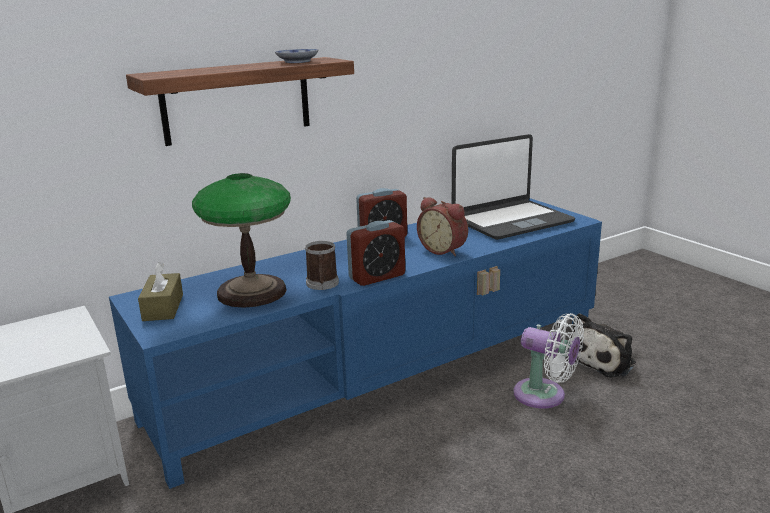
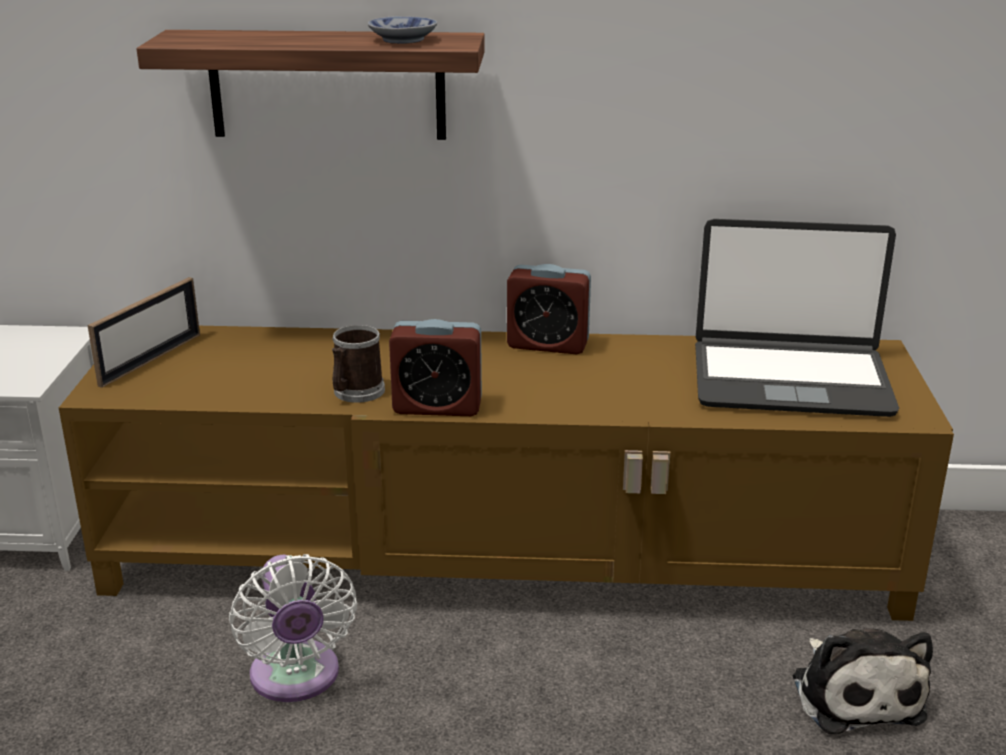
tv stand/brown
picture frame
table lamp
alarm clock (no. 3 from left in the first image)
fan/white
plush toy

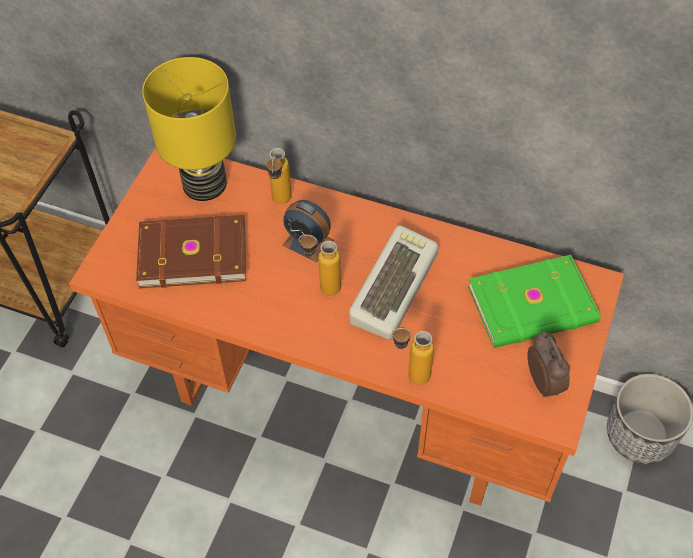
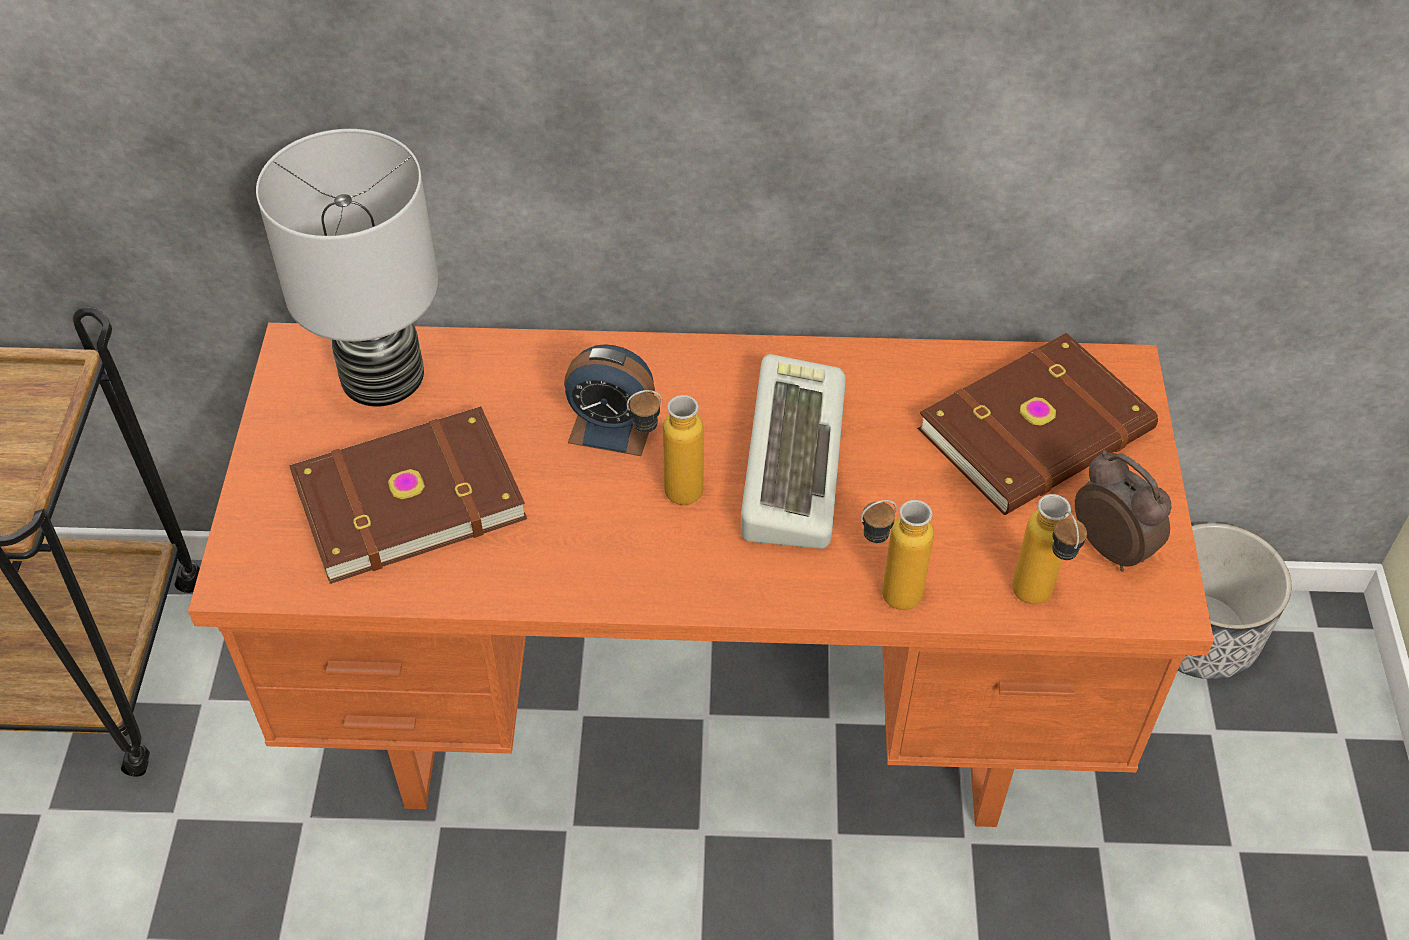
table lamp/grey
bottle (no. 3 from left)
book/brown (no. 2 from left)

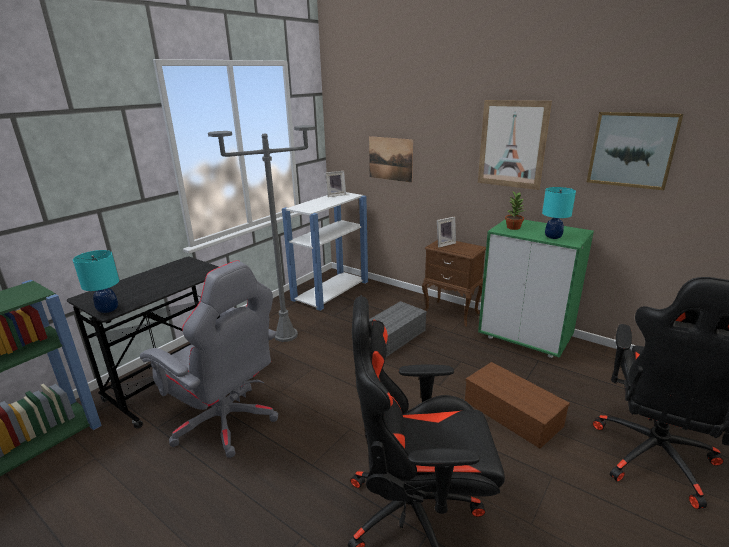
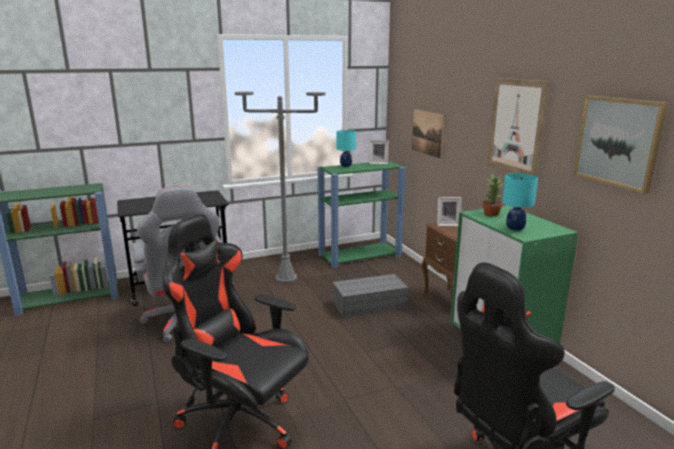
table lamp/turquoise (no. 1 from left)
bookcase/green (no. 2 from left)
storage box/brown

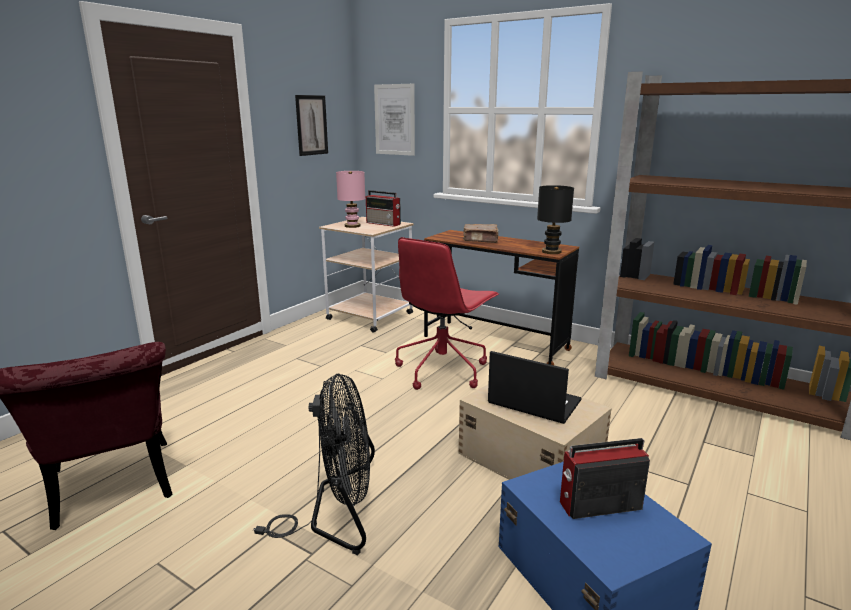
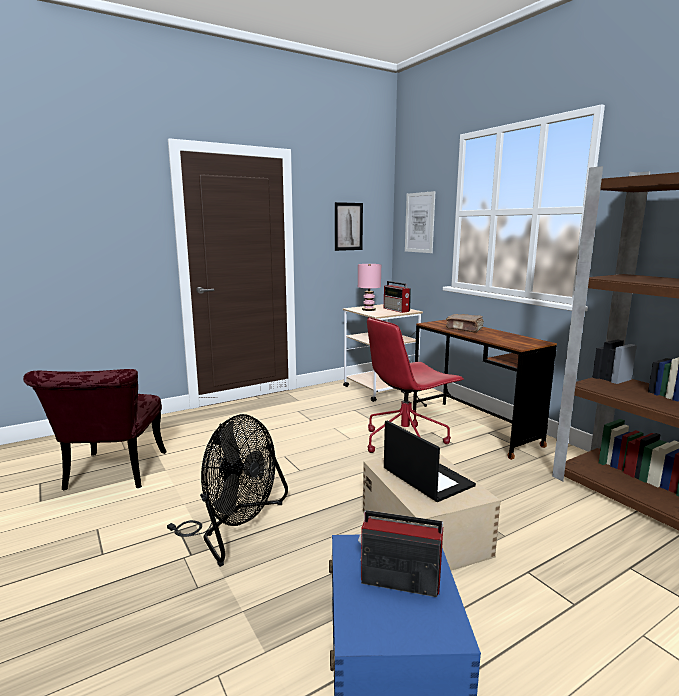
table lamp/black

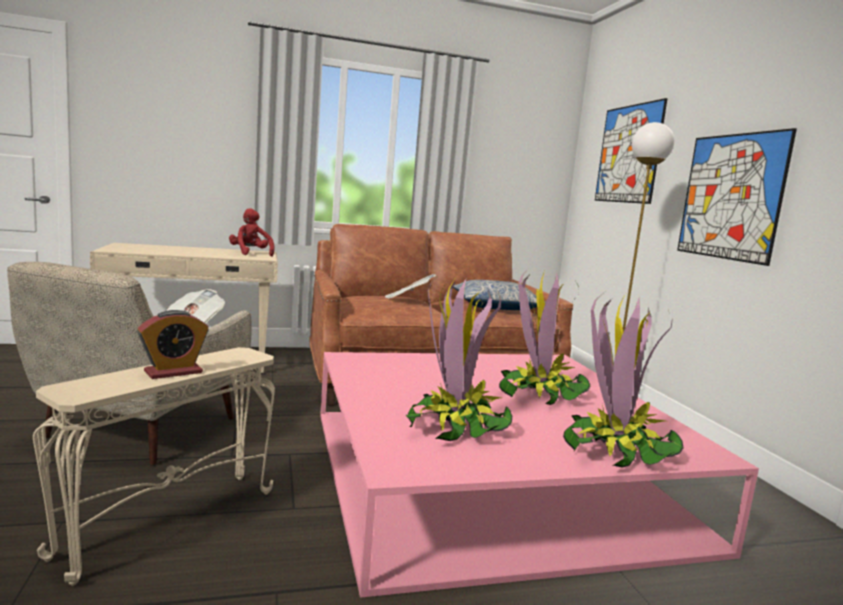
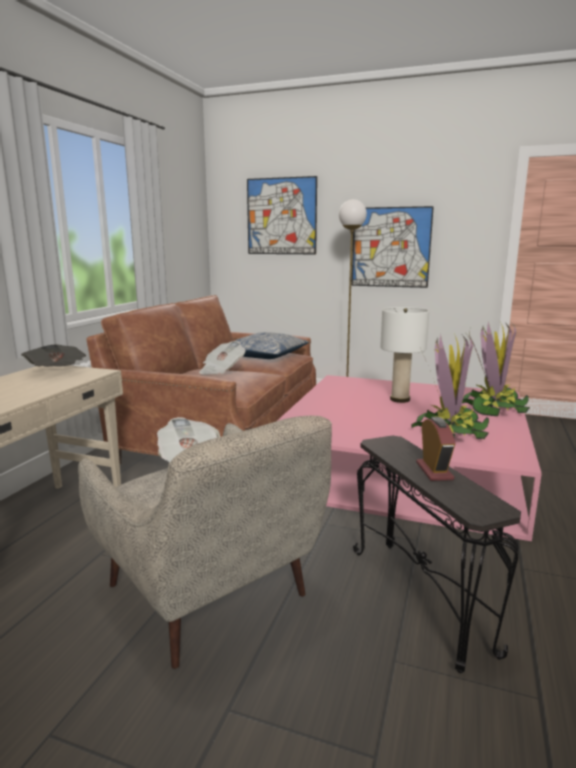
side table/black
newspaper (no. 1 from left)
table lamp/white

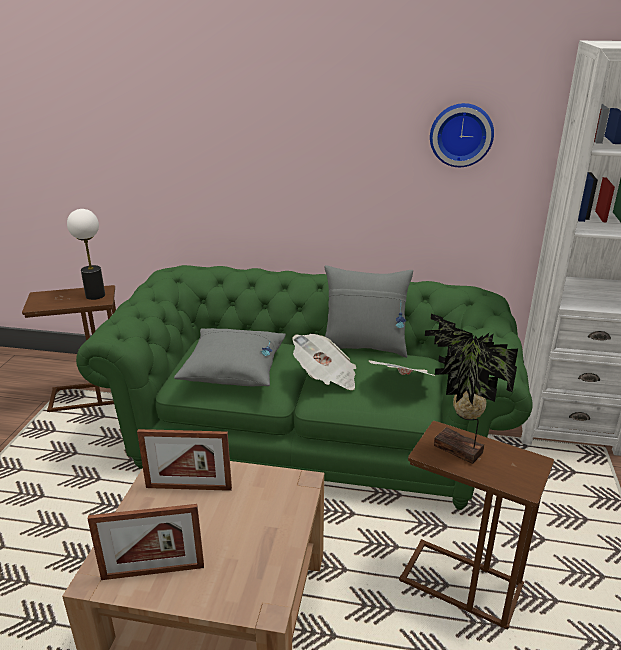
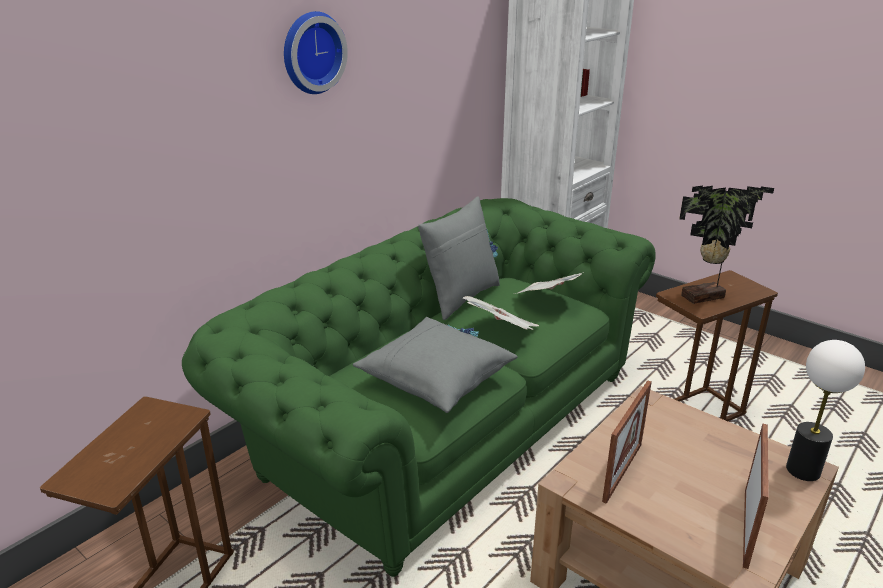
table lamp
wall clock

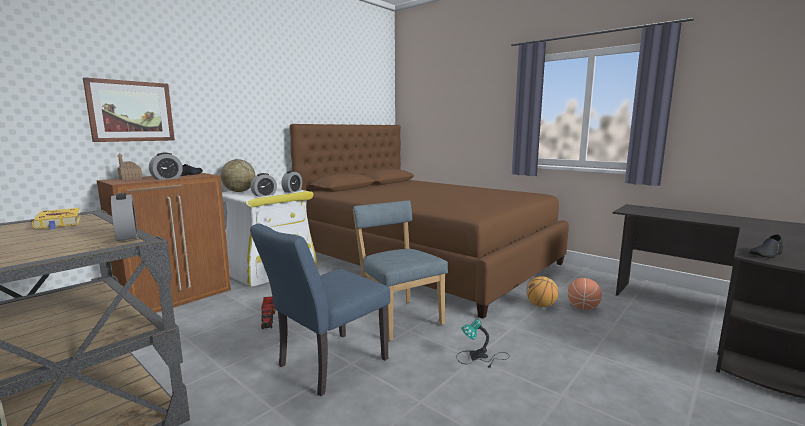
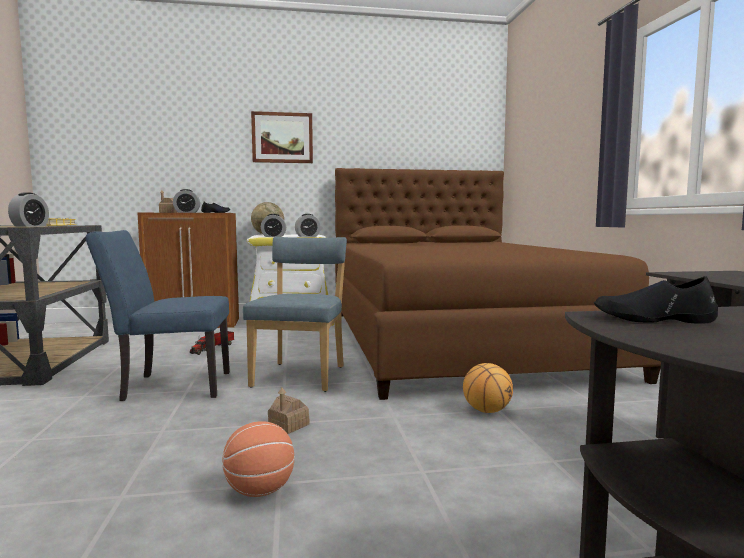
picture
toy house (no. 2 from left)
basketball (no. 1 from left)

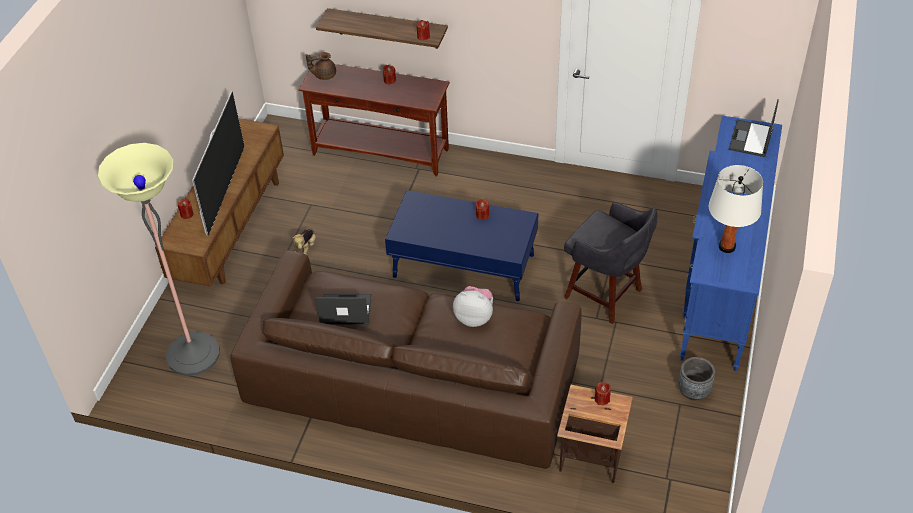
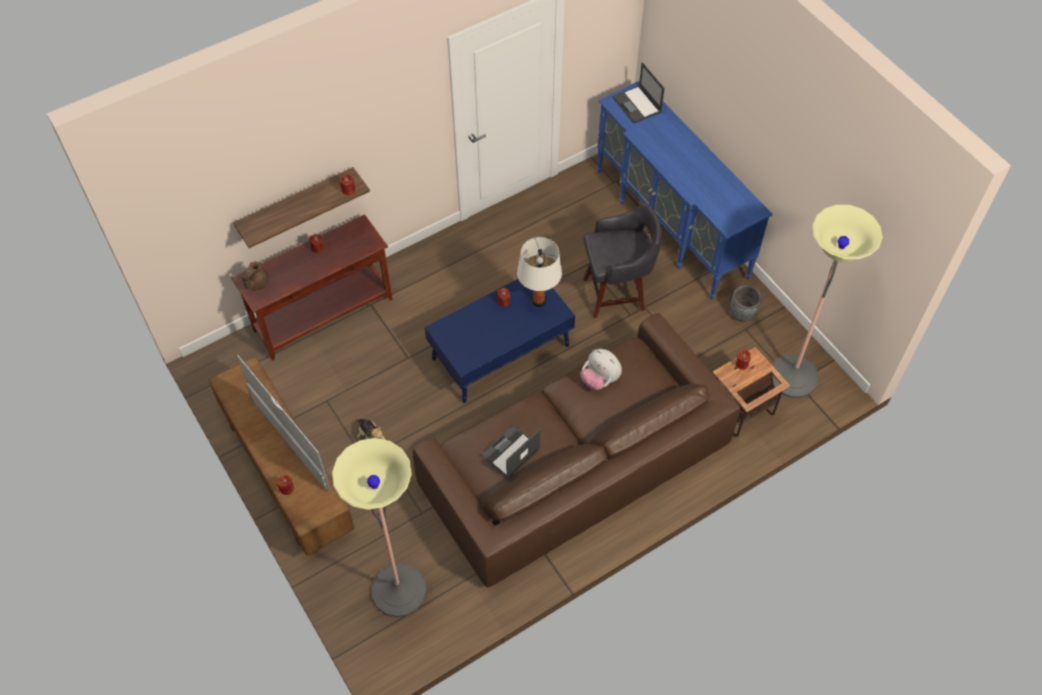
plush toy (no. 2 from left)
table lamp/white
floor lamp (no. 2 from left)

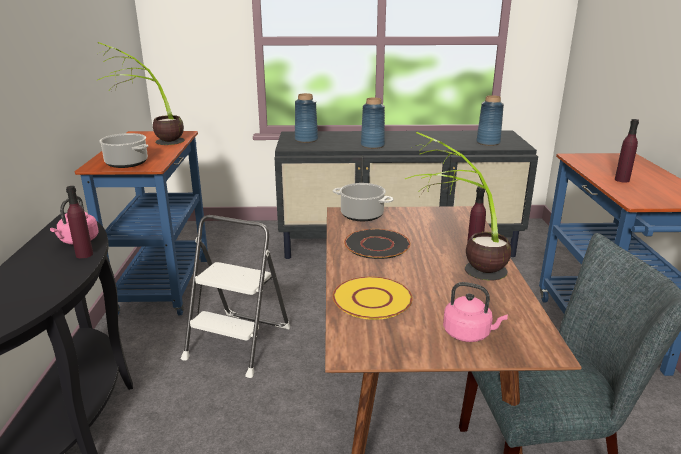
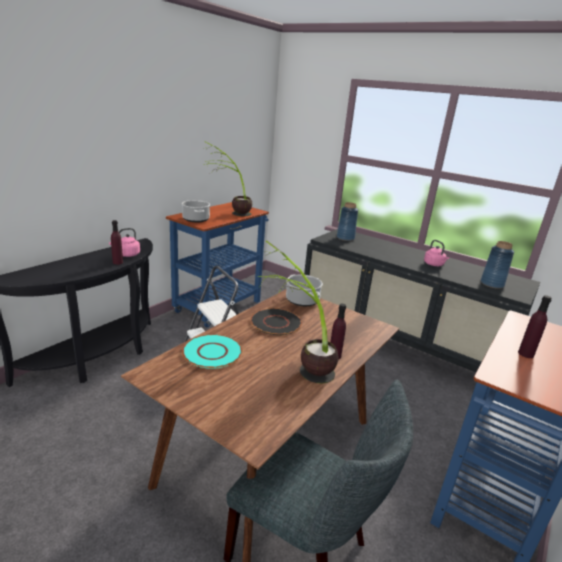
plate/turquoise
vase/blue (no. 2 from left in the first image)
kettle/pink (no. 2 from left)

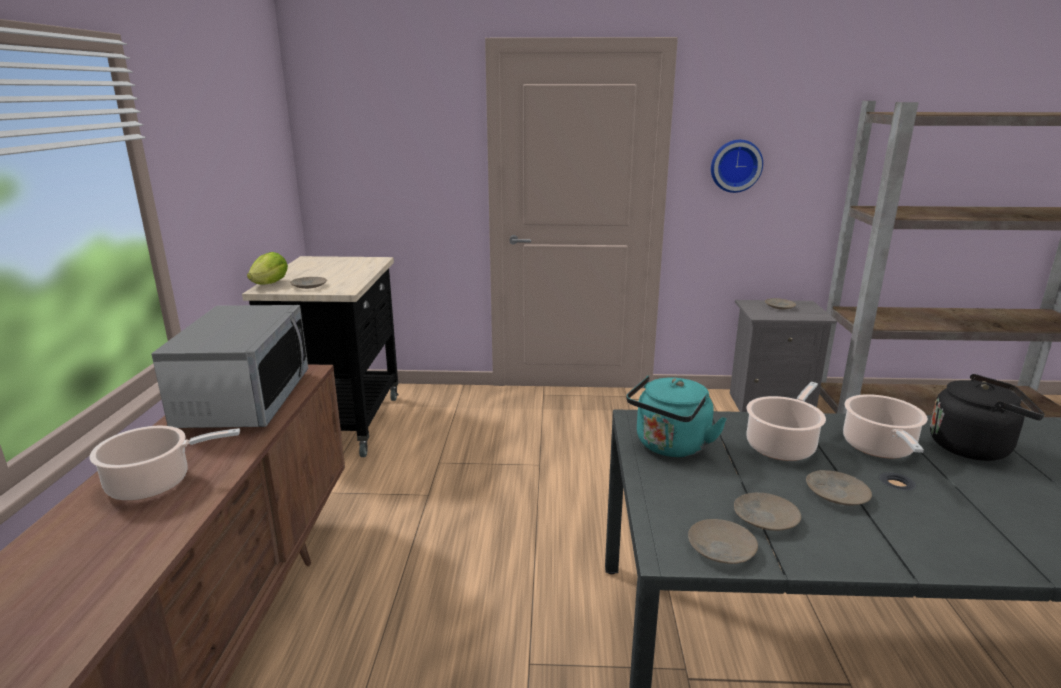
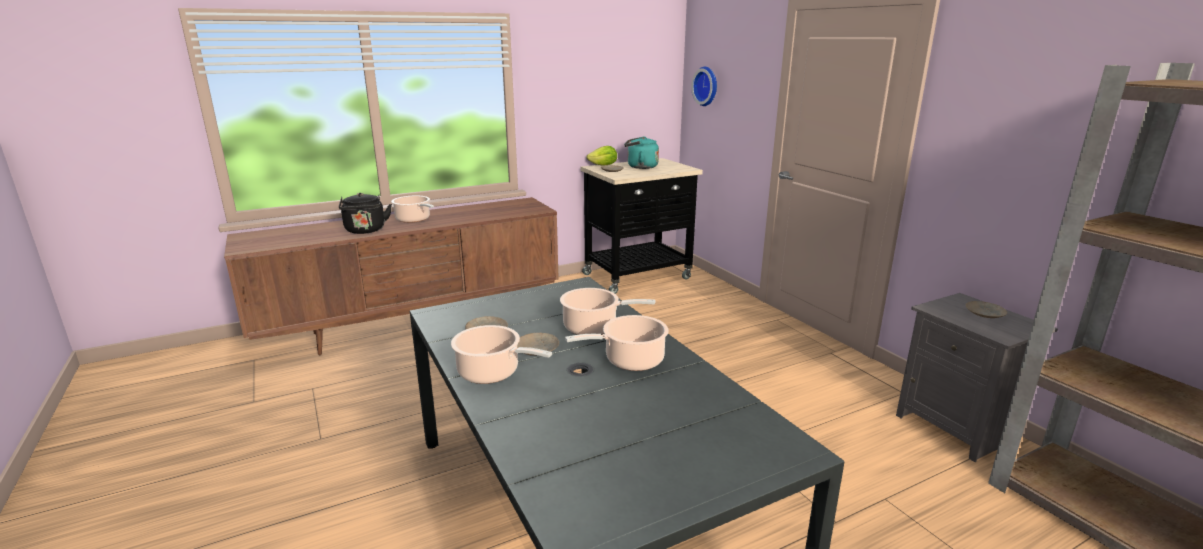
microwave
kettle/turquoise
plate/beige (no. 2 from left in the first image)
wall clock
kettle/black
cooking pot (no. 2 from left)

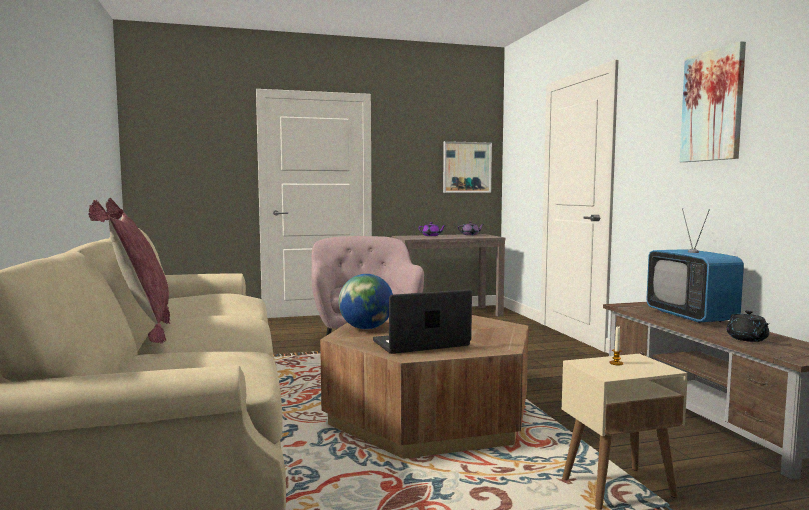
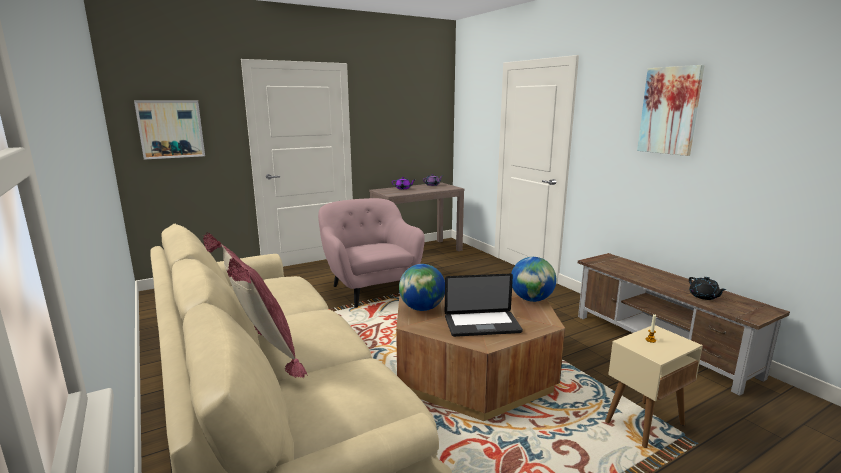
laptop
picture (no. 1 from left)
television
globe (no. 2 from left)

